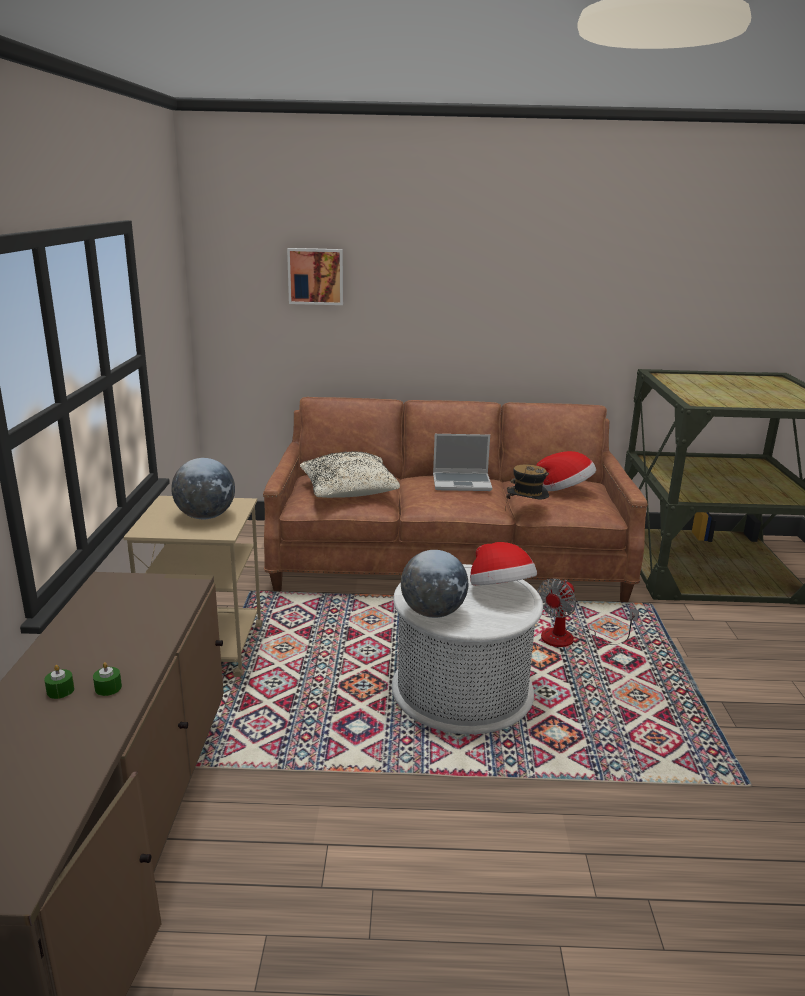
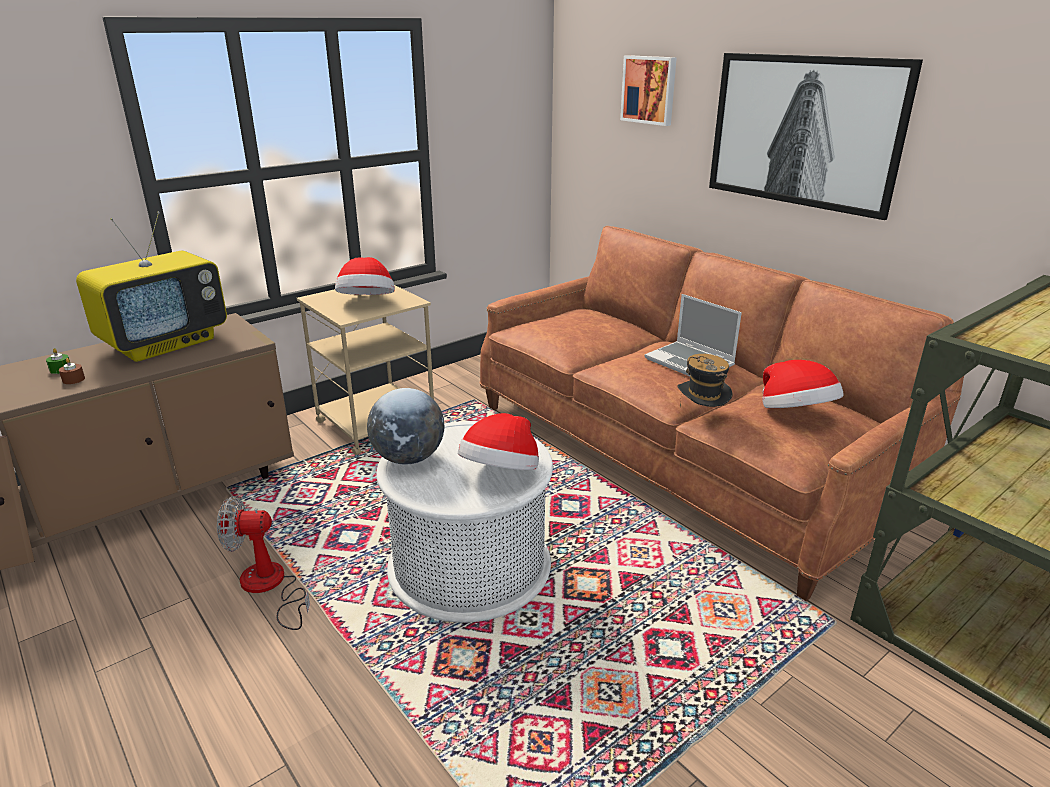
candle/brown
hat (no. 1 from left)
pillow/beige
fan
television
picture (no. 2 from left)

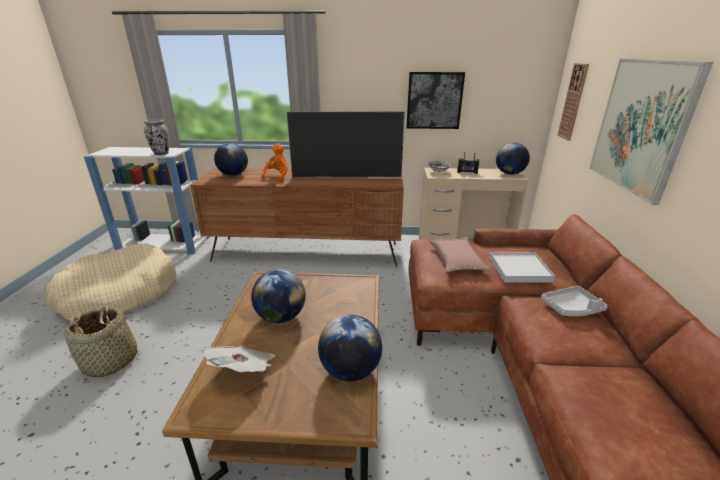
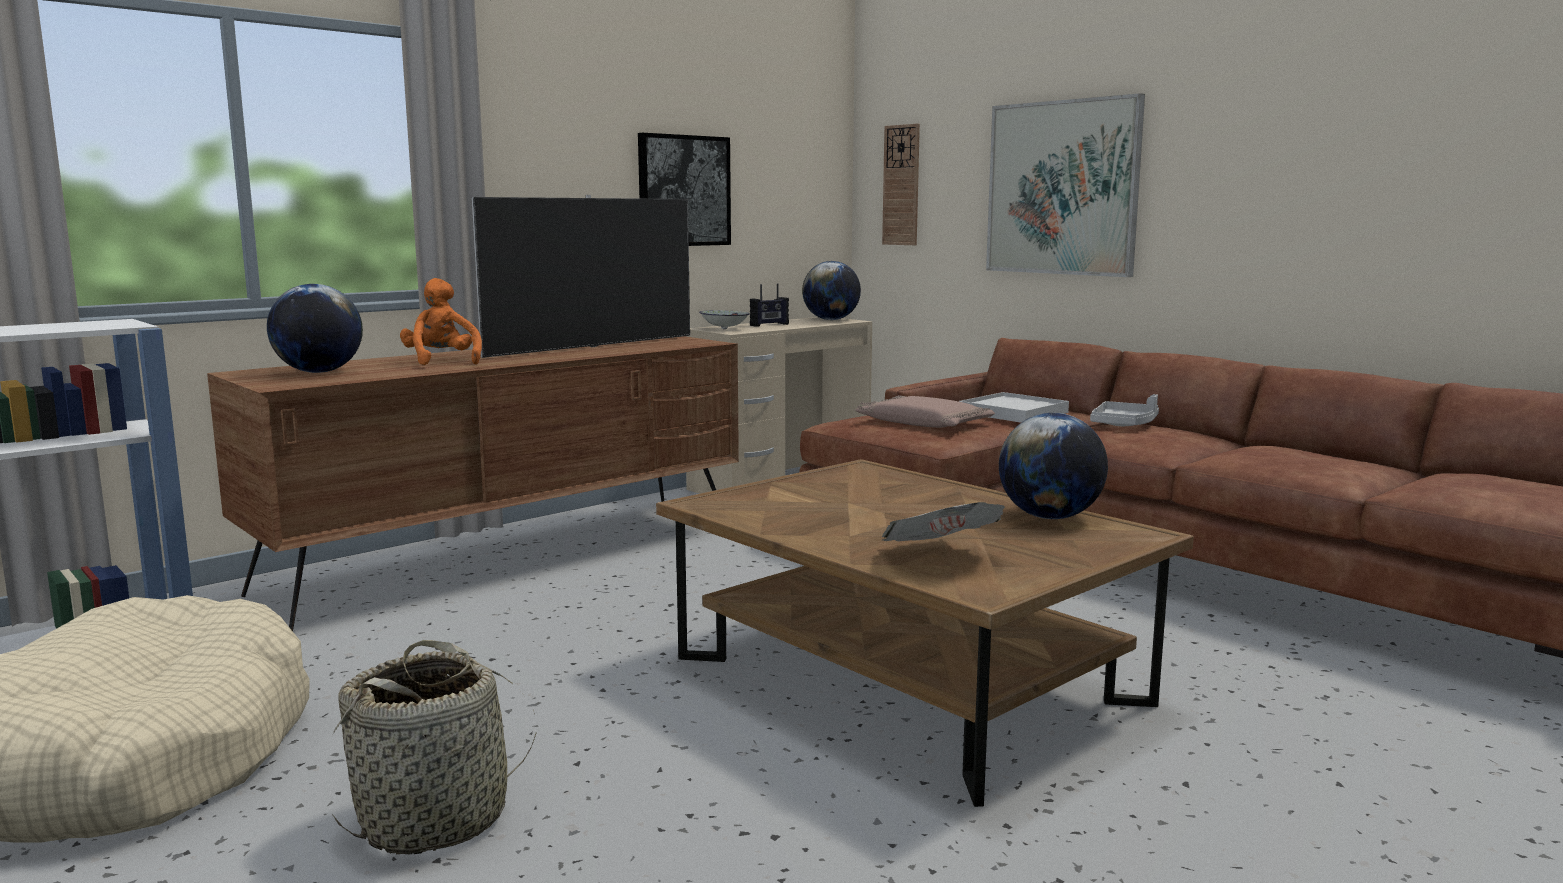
vase
globe (no. 2 from left in the first image)

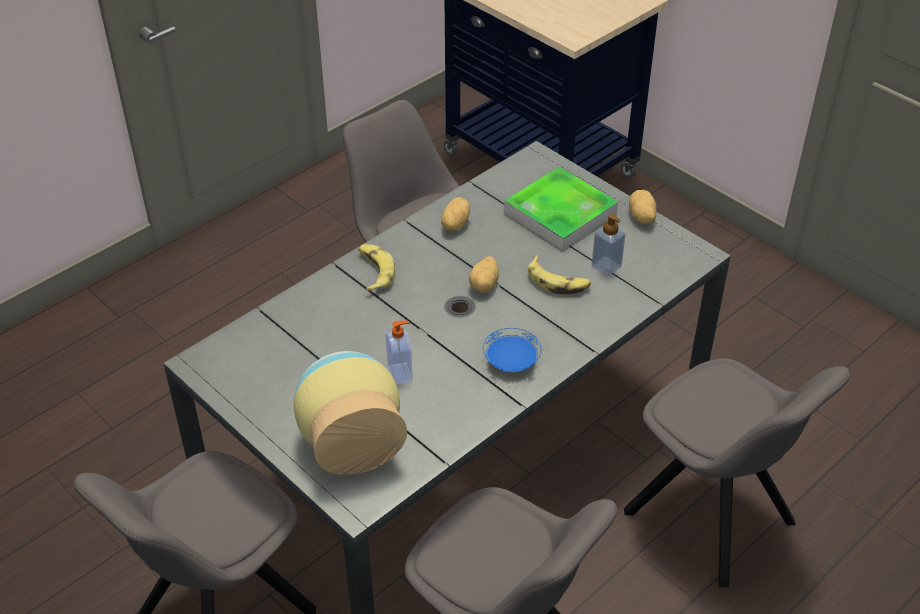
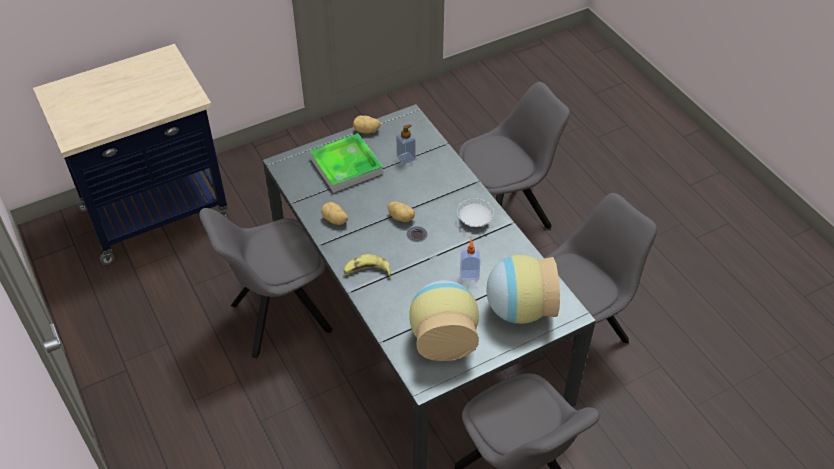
plate/white
banana (no. 2 from left in the first image)
vase (no. 1 from left)

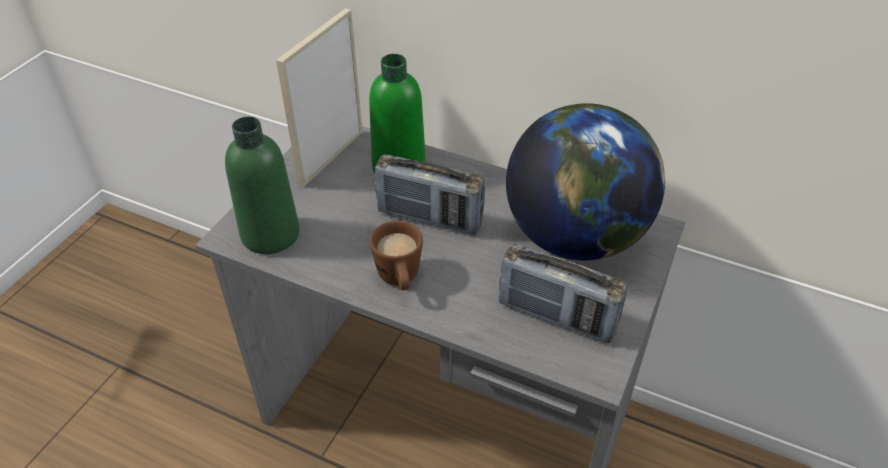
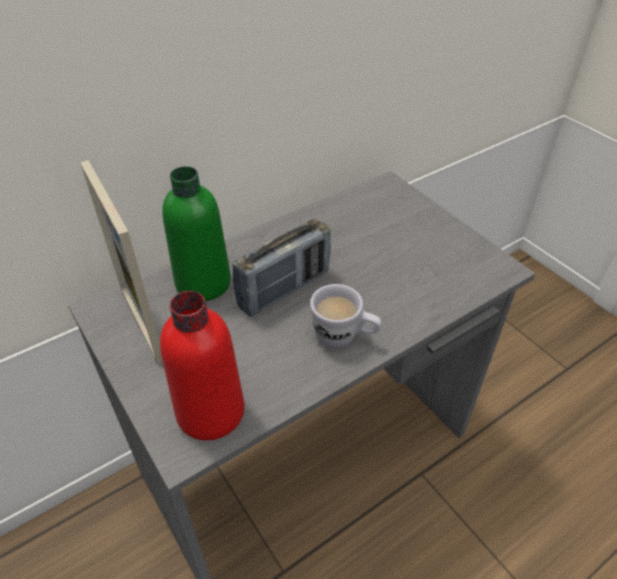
bottle/red
mug/white
radio (no. 2 from left in the first image)
globe

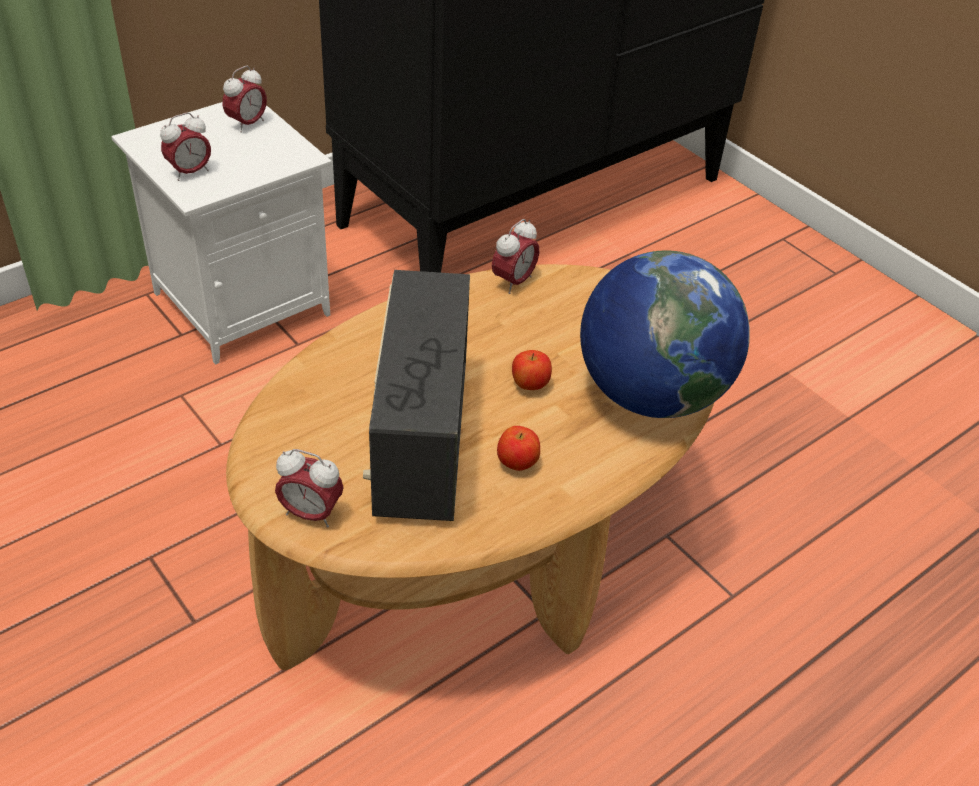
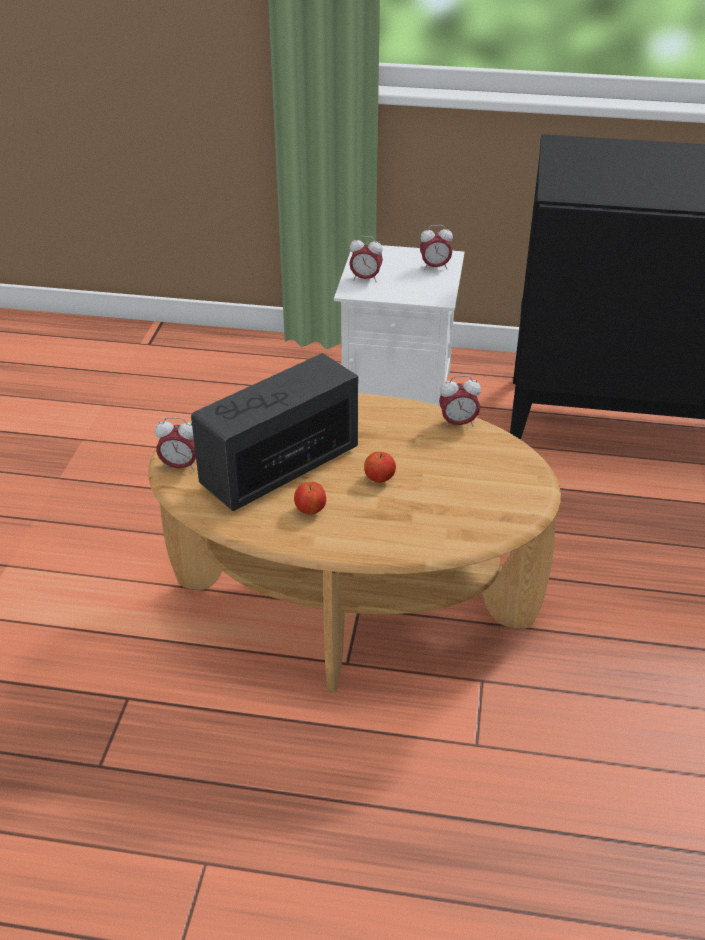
alarm clock (no. 1 from left)
globe

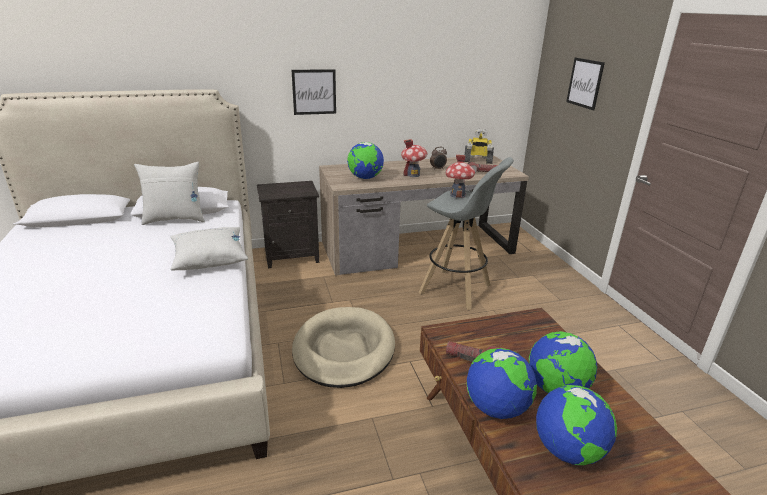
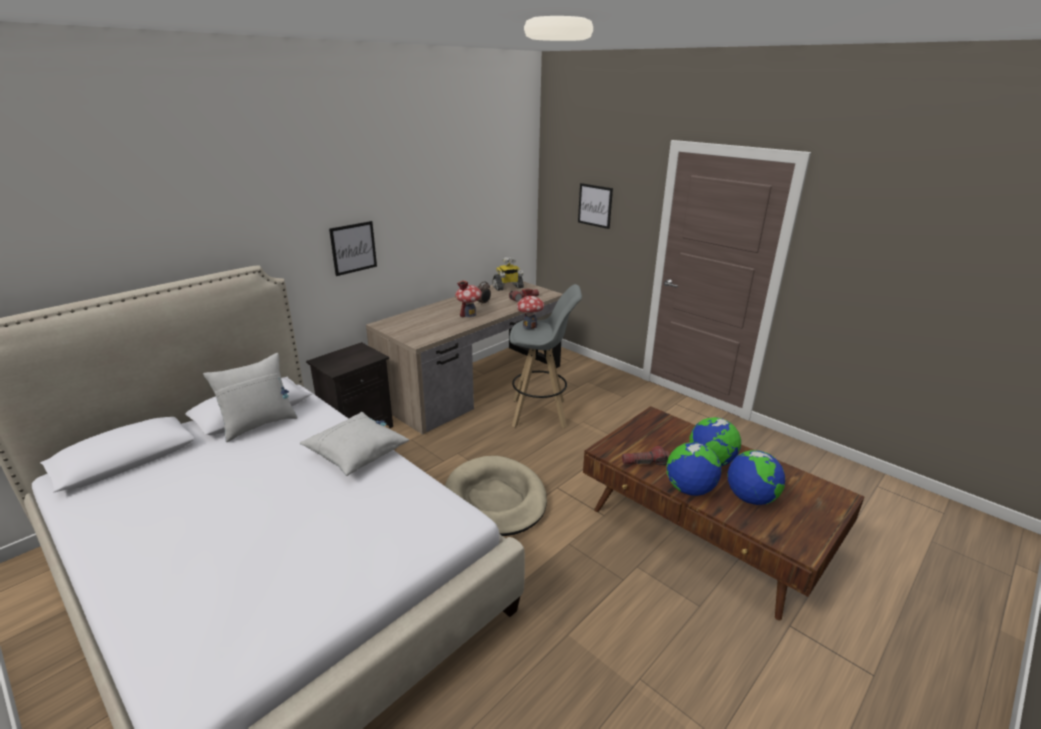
globe (no. 1 from left in the first image)

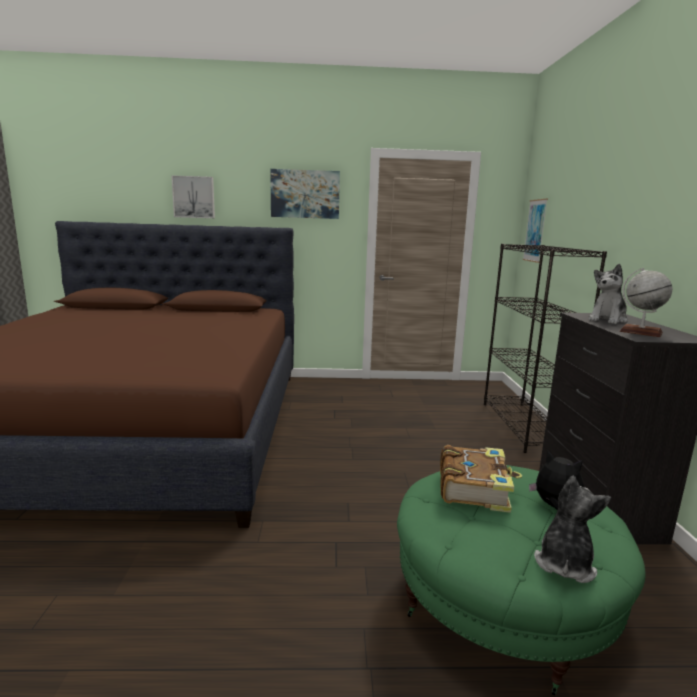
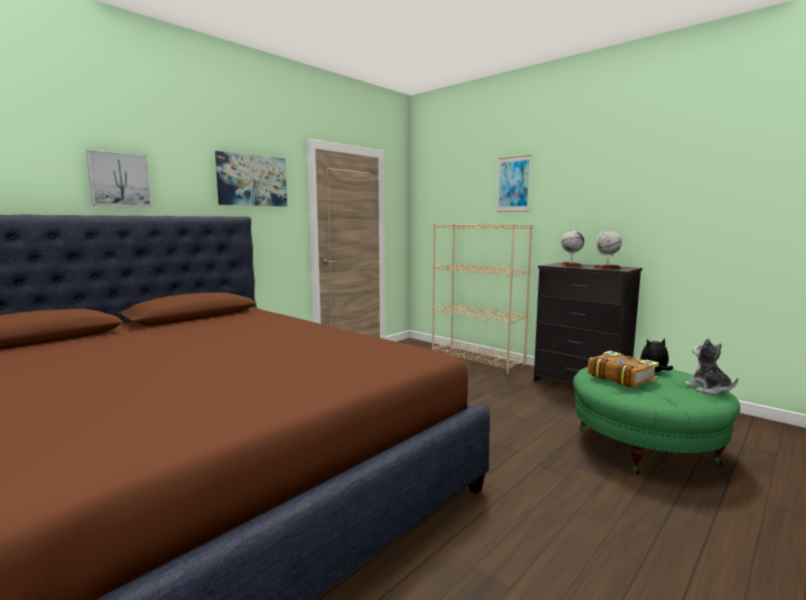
bookcase/beige
picture (no. 3 from left)
globe (no. 1 from left)

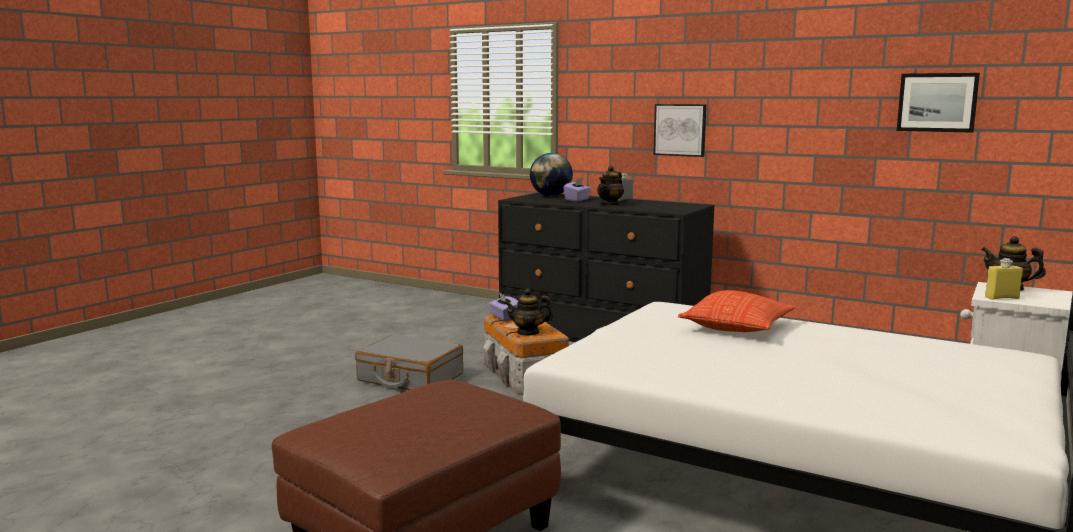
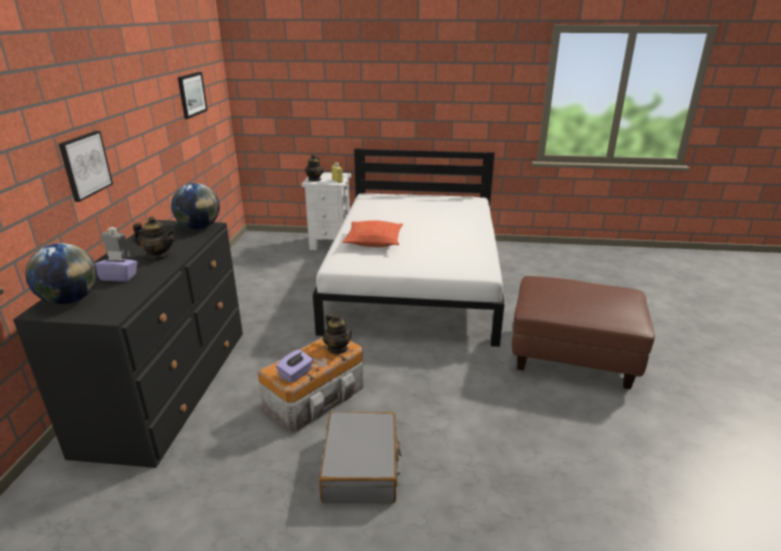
globe (no. 2 from left)

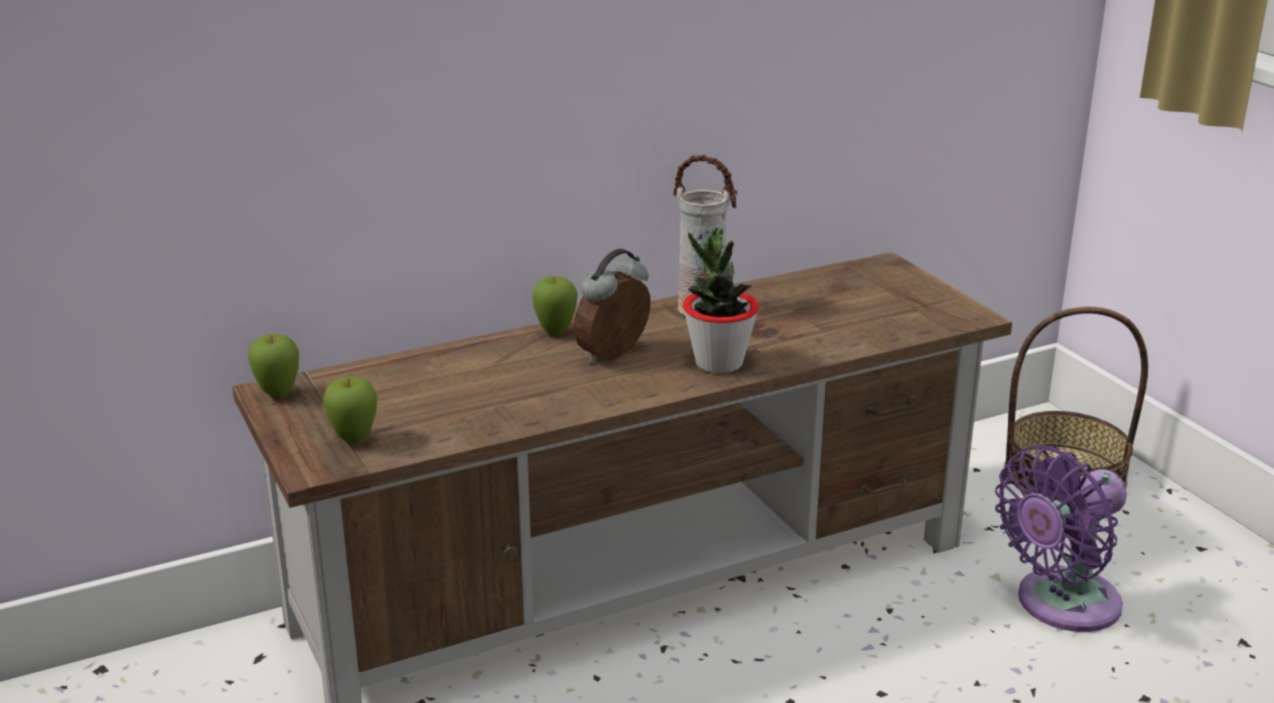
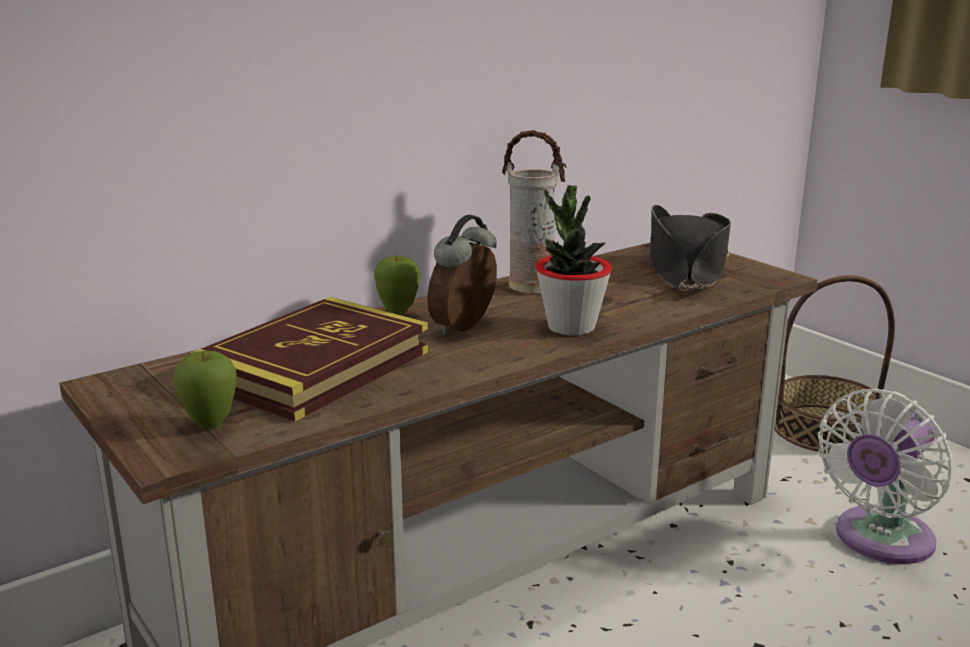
apple (no. 1 from left in the first image)
fan/white
book
hat/black

